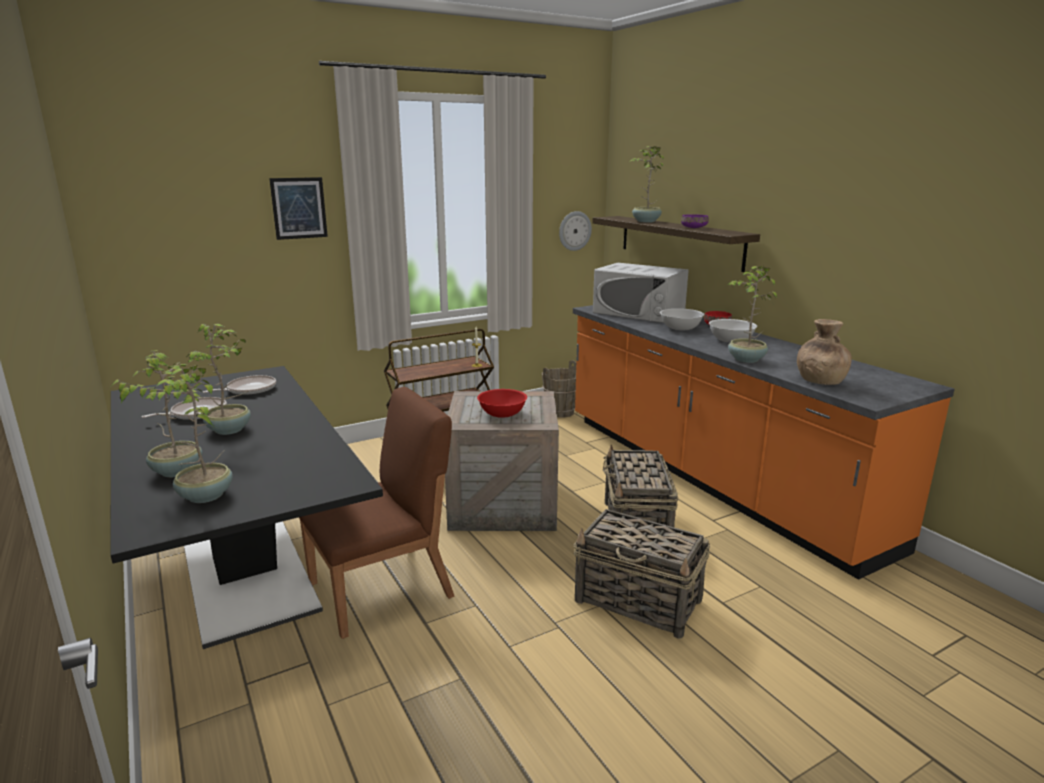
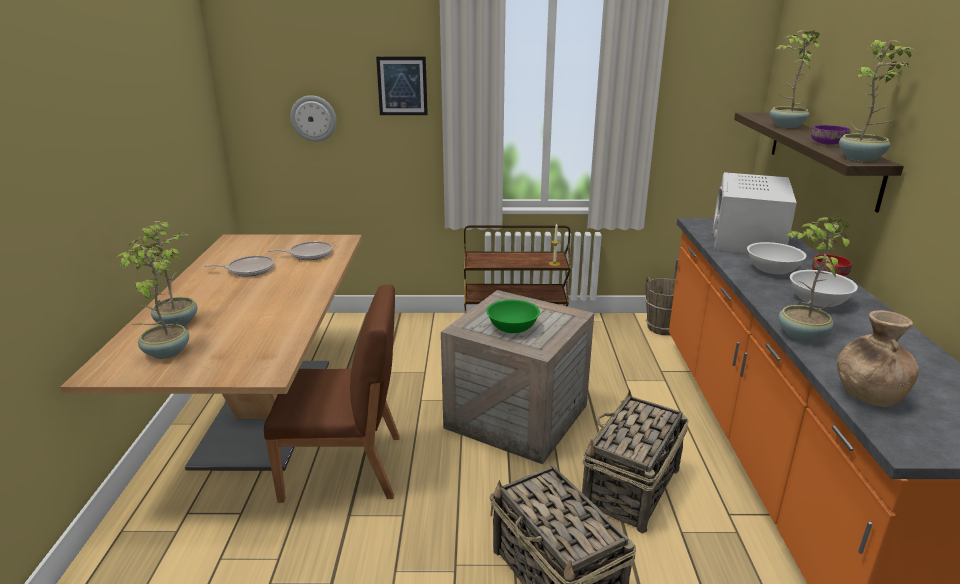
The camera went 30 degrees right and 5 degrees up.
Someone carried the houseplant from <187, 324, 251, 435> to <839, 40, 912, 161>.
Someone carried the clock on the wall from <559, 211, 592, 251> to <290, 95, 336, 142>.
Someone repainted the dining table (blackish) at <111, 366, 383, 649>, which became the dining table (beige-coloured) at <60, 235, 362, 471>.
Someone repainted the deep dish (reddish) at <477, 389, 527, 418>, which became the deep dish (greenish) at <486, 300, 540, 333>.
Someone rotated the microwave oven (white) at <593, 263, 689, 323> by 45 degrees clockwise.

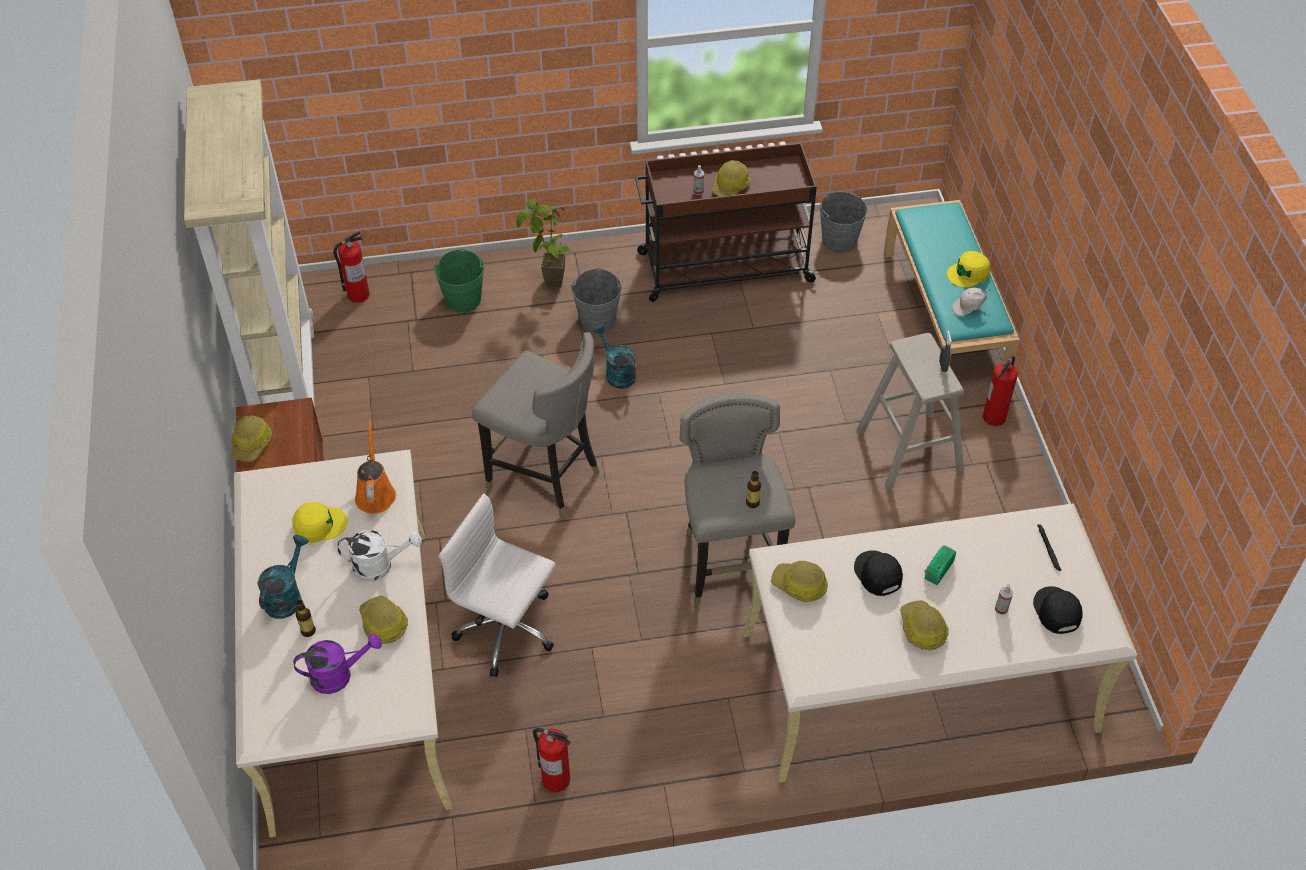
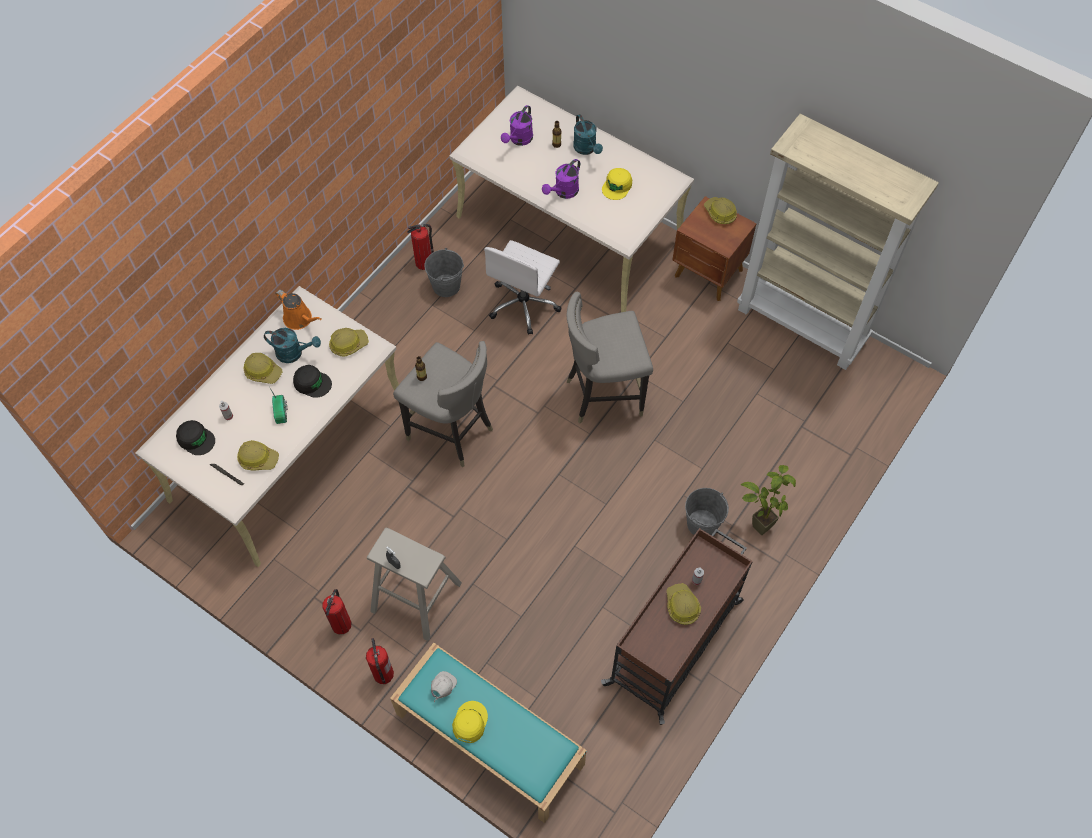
The camera went 135 degrees right and 10 degrees up.
Someone took away the water bucket (greenish) at <433, 249, 484, 313>.
Someone carried the fire extinguisher from <333, 231, 370, 303> to <322, 589, 351, 634>.
Someone carried the sprinkling can (orange) from <355, 419, 396, 514> to <275, 290, 322, 330>.
Someone carried the hard hat from <359, 595, 408, 644> to <237, 440, 279, 471>.
Someone carried the sprinkling can (turquoise-coloured) from <593, 324, 636, 389> to <264, 328, 321, 363>.
Someone carried the water bucket (greyish) from <820, 191, 868, 253> to <425, 248, 464, 297>.
Someone repainted the sprinkling can (white) at <337, 530, 422, 582>, which became the sprinkling can (purplish) at <542, 159, 580, 199>.
Someone rotated the office chair (white) at <439, 494, 556, 677> by 135 degrees clockwise.

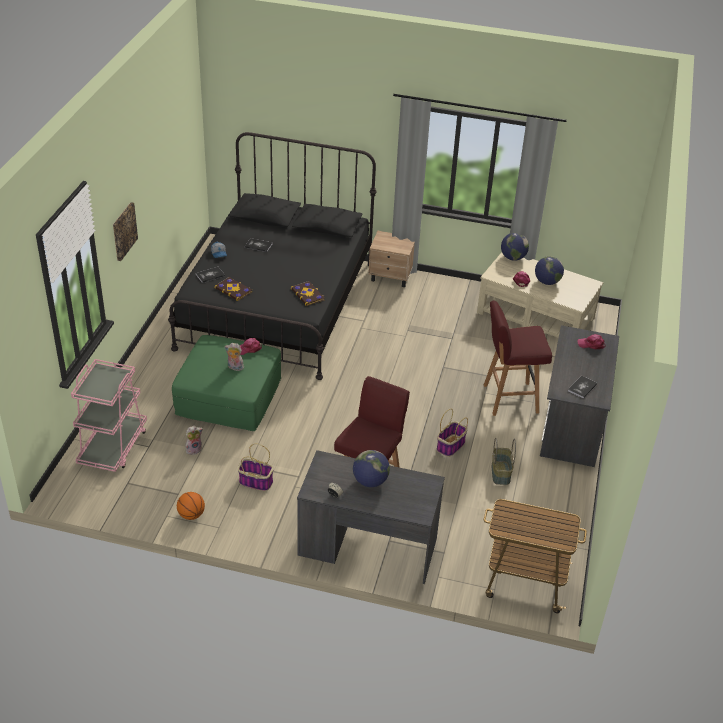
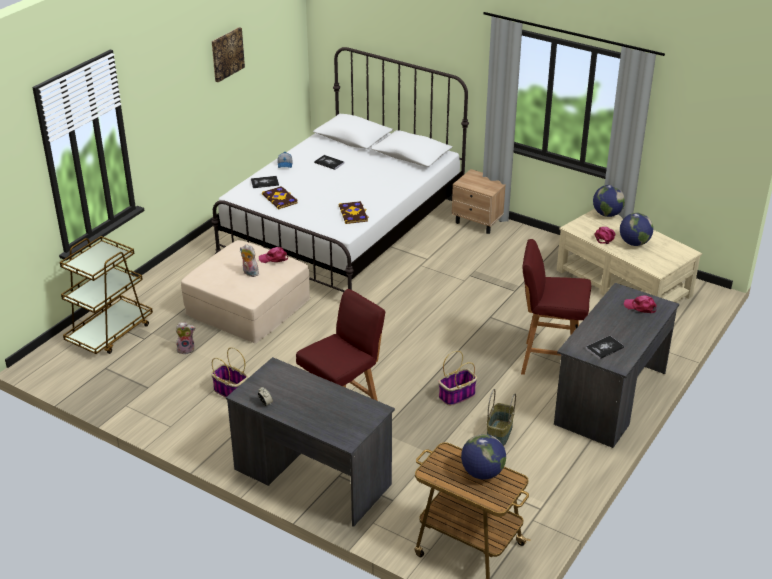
The camera went 20 degrees right and 5 degrees down.
Someone took away the basketball at <177, 492, 205, 520>.
Someone carried the wall picture from <113, 202, 138, 261> to <212, 27, 245, 82>.
Someone carried the globe from <353, 450, 390, 487> to <461, 434, 506, 480>.
Someone repainted the wheeled cart (pinkish) at <71, 359, 147, 472>, which became the wheeled cart (brown) at <60, 236, 153, 354>.
Someone repainted the bedroom bed (blackish) at <168, 132, 377, 380>, which became the bedroom bed (white) at <211, 47, 469, 292>.
Someone repainted the footrest (greenish) at <172, 335, 281, 431>, which became the footrest (beige-coloured) at <181, 240, 310, 343>.

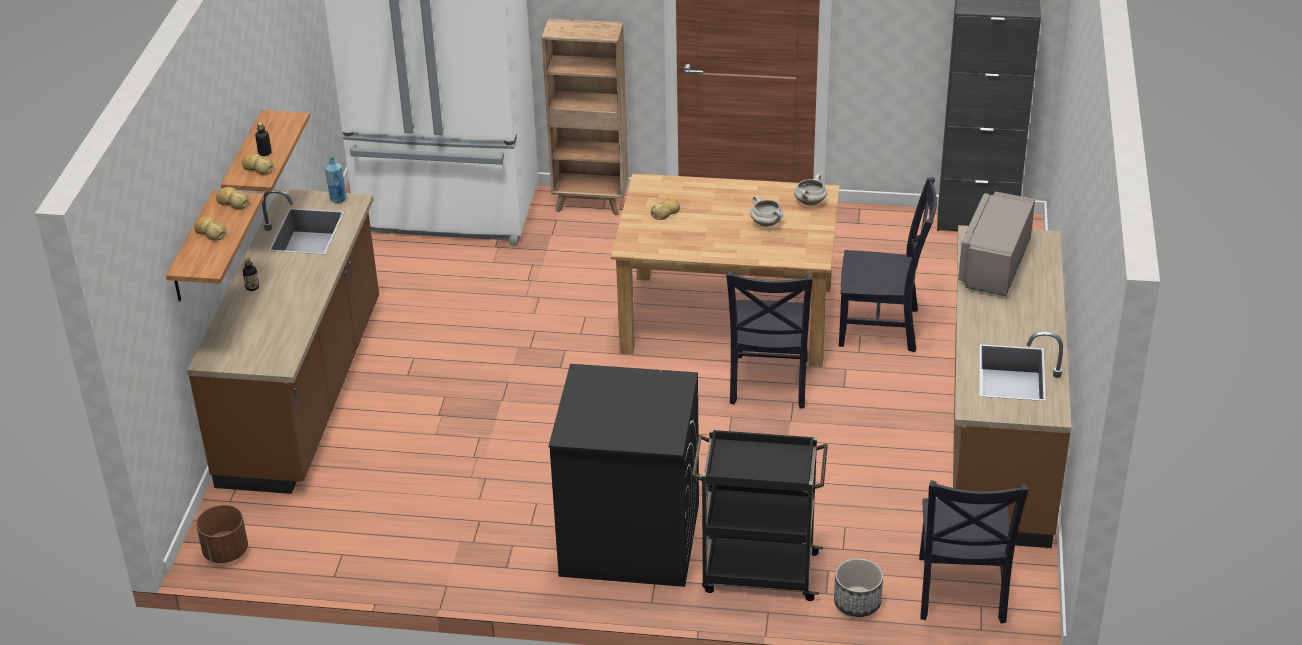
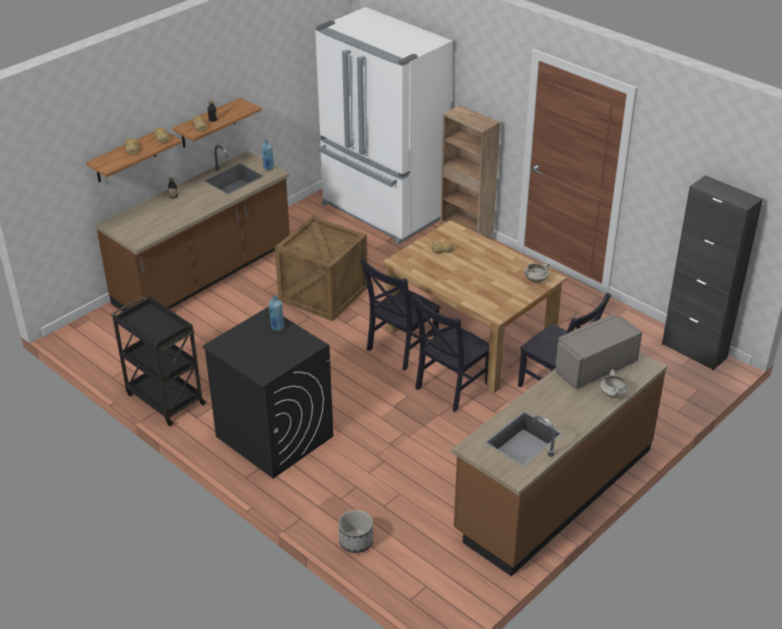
The camera went 35 degrees right and 0 degrees up.
Someone took away the plant pot (brown) at <196, 505, 248, 563>.
Someone put down the drink bottle (bluish) at <269, 296, 284, 331>.
Someone put down the shipping crate at <275, 216, 368, 321>.
Someone carried the wheeled cart (blackish) from <692, 429, 828, 601> to <111, 296, 206, 426>.
Someone carried the stockpot (white) from <750, 196, 783, 227> to <600, 370, 628, 398>.
Someone carried the chair (blackish) from <919, 480, 1029, 624> to <360, 258, 441, 371>.

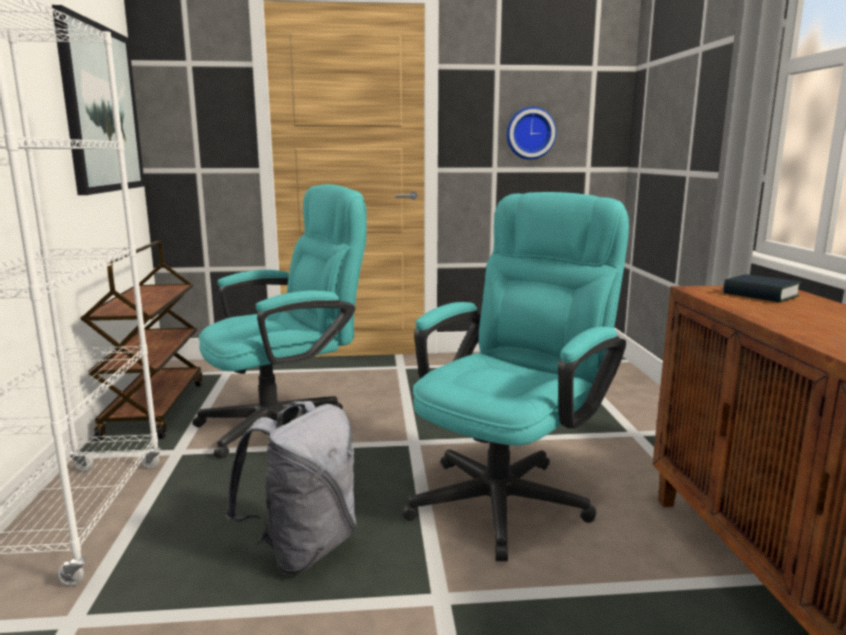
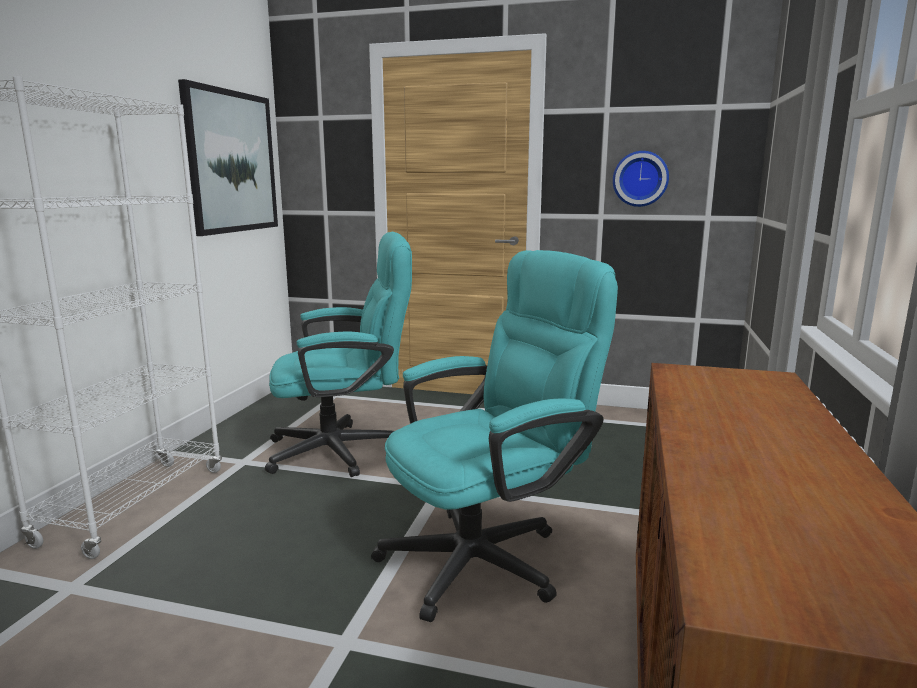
The camera went 20 degrees right and 0 degrees up.
Someone took away the wheeled cart (brown) at <80, 241, 202, 441>.
Someone took away the knapsack (greyish) at <225, 401, 357, 575>.
Someone took away the volume at <723, 274, 801, 303>.

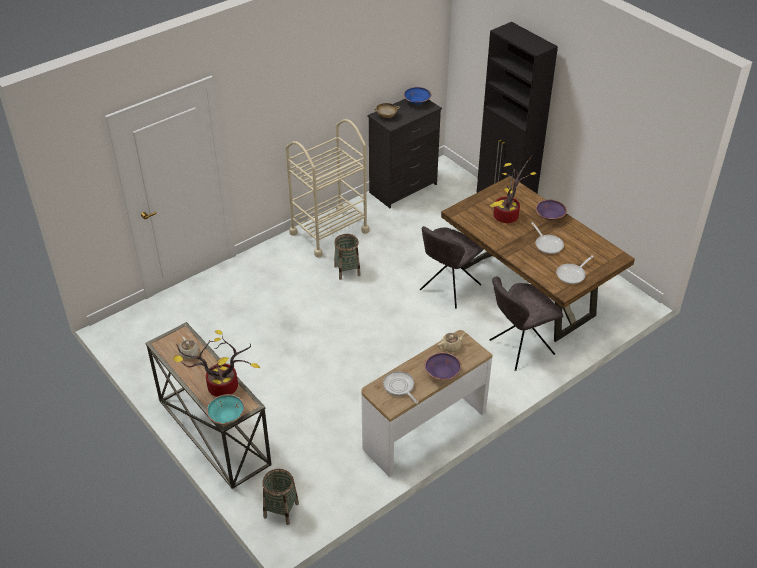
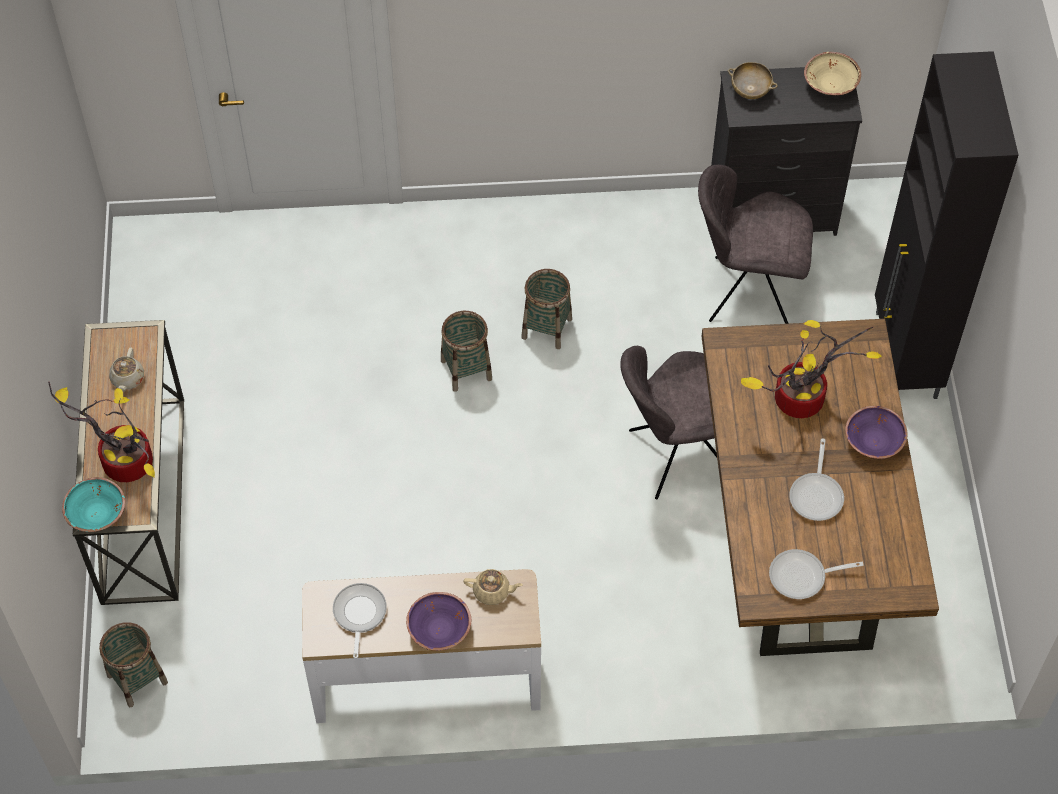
The camera went 35 degrees right and 15 degrees up.
Someone took away the wheeled cart (beige-coloured) at <286, 119, 370, 258>.
Someone put down the storage basket at <441, 311, 492, 392>.
Someone carried the chair (greyish) from <490, 276, 563, 371> to <698, 165, 813, 324>.
Someone repainted the deep dish (bluish) at <403, 87, 431, 105>, which became the deep dish (beige-coloured) at <804, 52, 861, 95>.

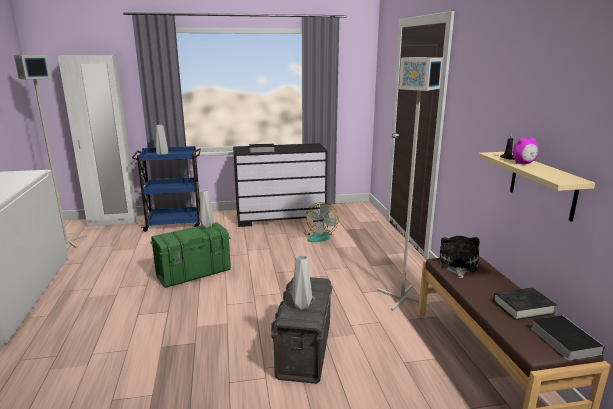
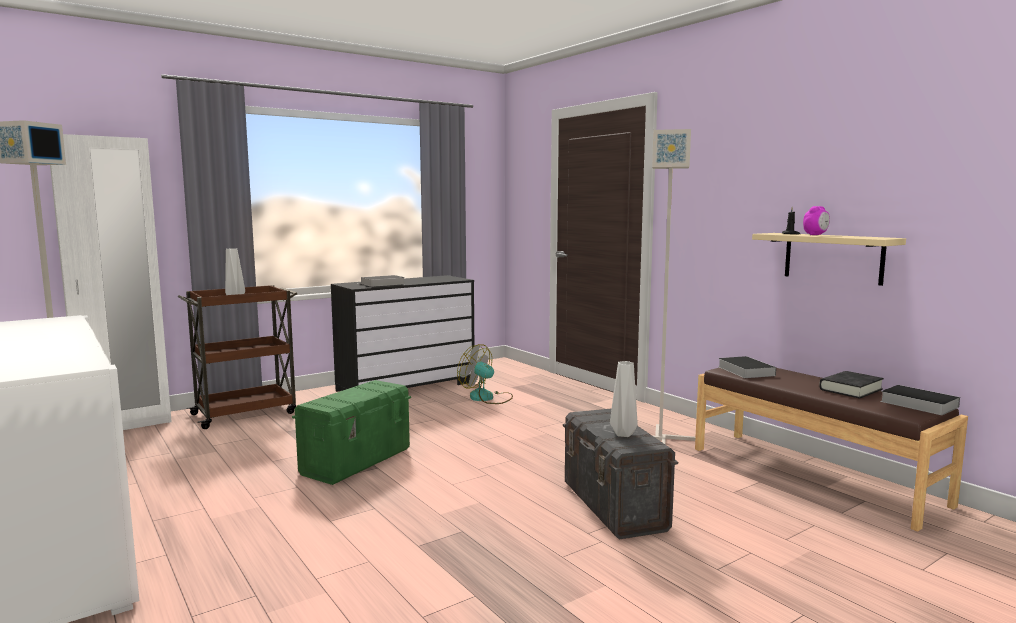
The camera went 25 degrees left and 10 degrees down.
Someone took away the flower vase (greyish) at <200, 190, 214, 228>.
Someone swapped the cuddly toy at <439, 236, 479, 278> for the volume at <718, 356, 776, 378>.
Someone repainted the wheeled cart (bluish) at <132, 146, 201, 232>, which became the wheeled cart (brown) at <178, 285, 297, 429>.
Someone rotated the electric fan at <304, 202, 339, 242> by 135 degrees clockwise.

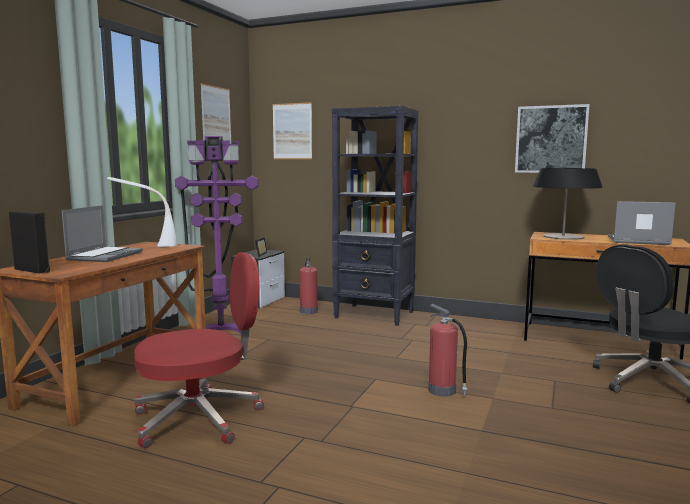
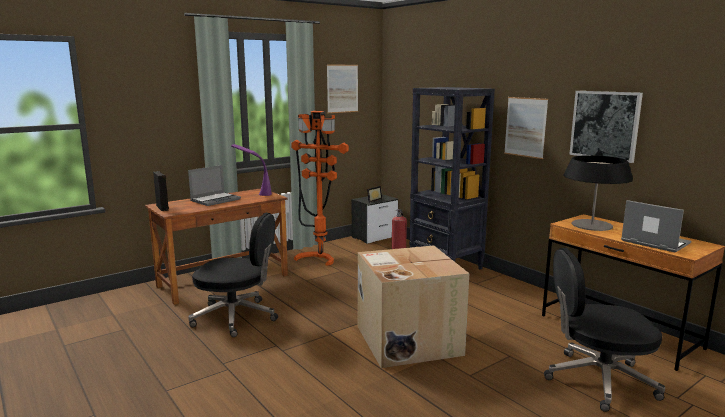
The camera went 30 degrees right and 5 degrees up.
Someone carried the wall picture from <272, 102, 312, 159> to <504, 97, 548, 159>.
Someone swapped the fire extinguisher at <428, 304, 467, 396> for the cardboard box at <358, 245, 469, 368>.
Someone repainted the table lamp (white) at <107, 177, 177, 247>, which became the table lamp (purplish) at <231, 144, 272, 196>.
Someone repainted the office chair (reddish) at <134, 252, 264, 448>, which became the office chair (blackish) at <188, 212, 278, 337>.
Someone repainted the standard lamp (purplish) at <175, 136, 259, 333>, which became the standard lamp (orange) at <291, 111, 349, 266>.

